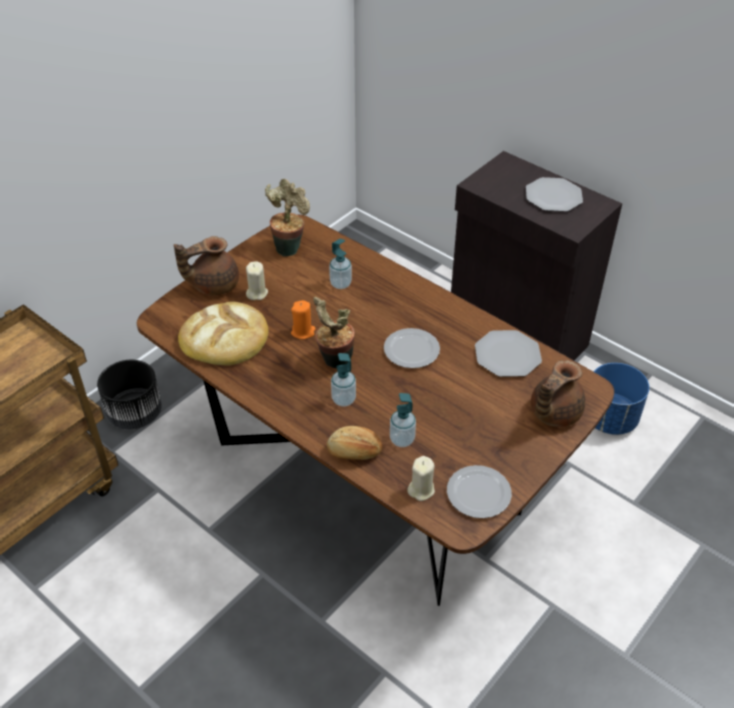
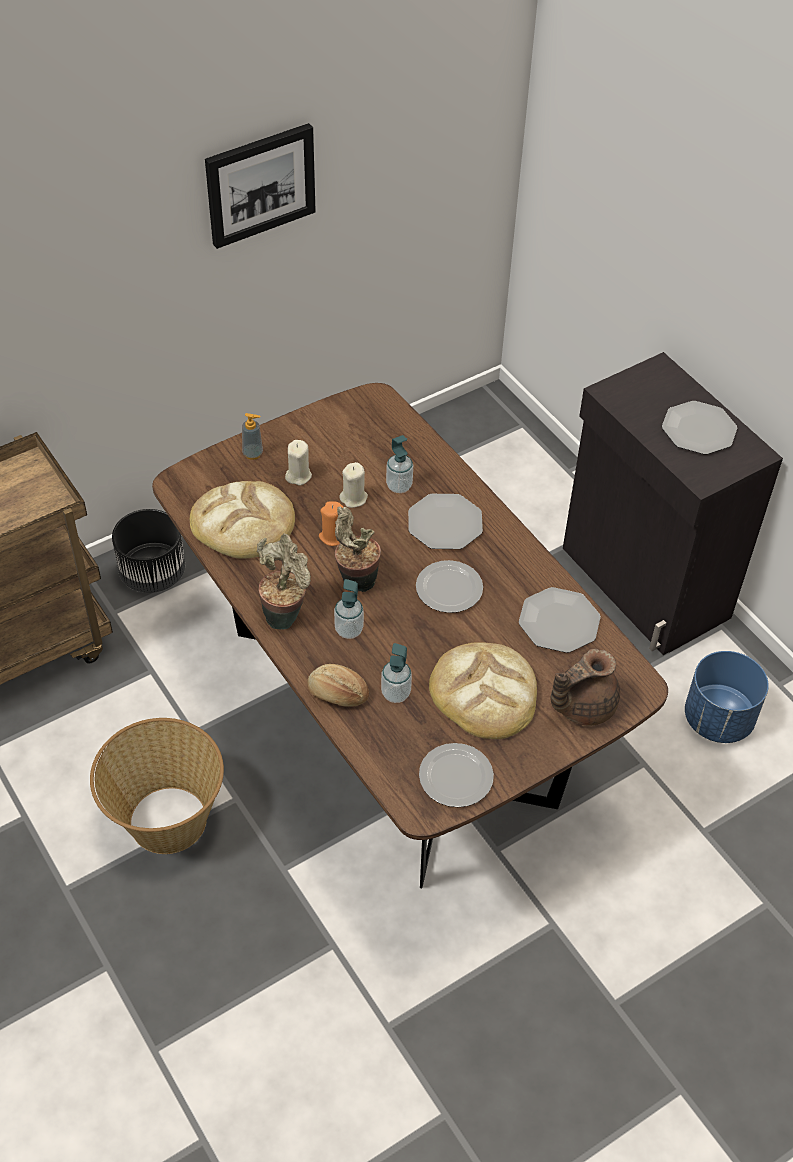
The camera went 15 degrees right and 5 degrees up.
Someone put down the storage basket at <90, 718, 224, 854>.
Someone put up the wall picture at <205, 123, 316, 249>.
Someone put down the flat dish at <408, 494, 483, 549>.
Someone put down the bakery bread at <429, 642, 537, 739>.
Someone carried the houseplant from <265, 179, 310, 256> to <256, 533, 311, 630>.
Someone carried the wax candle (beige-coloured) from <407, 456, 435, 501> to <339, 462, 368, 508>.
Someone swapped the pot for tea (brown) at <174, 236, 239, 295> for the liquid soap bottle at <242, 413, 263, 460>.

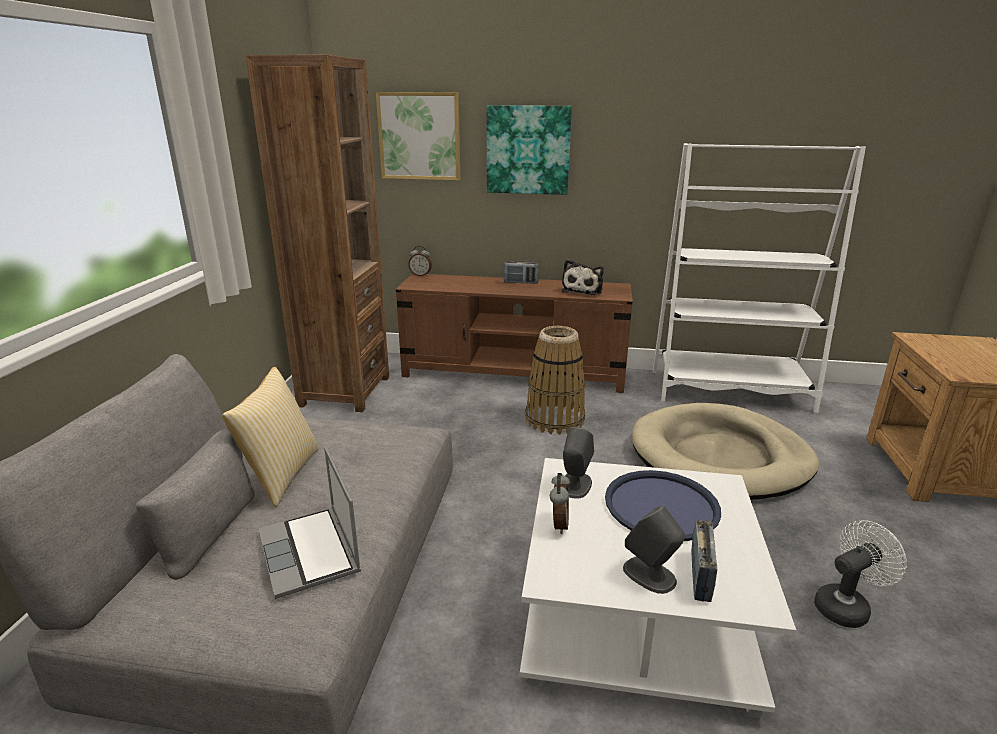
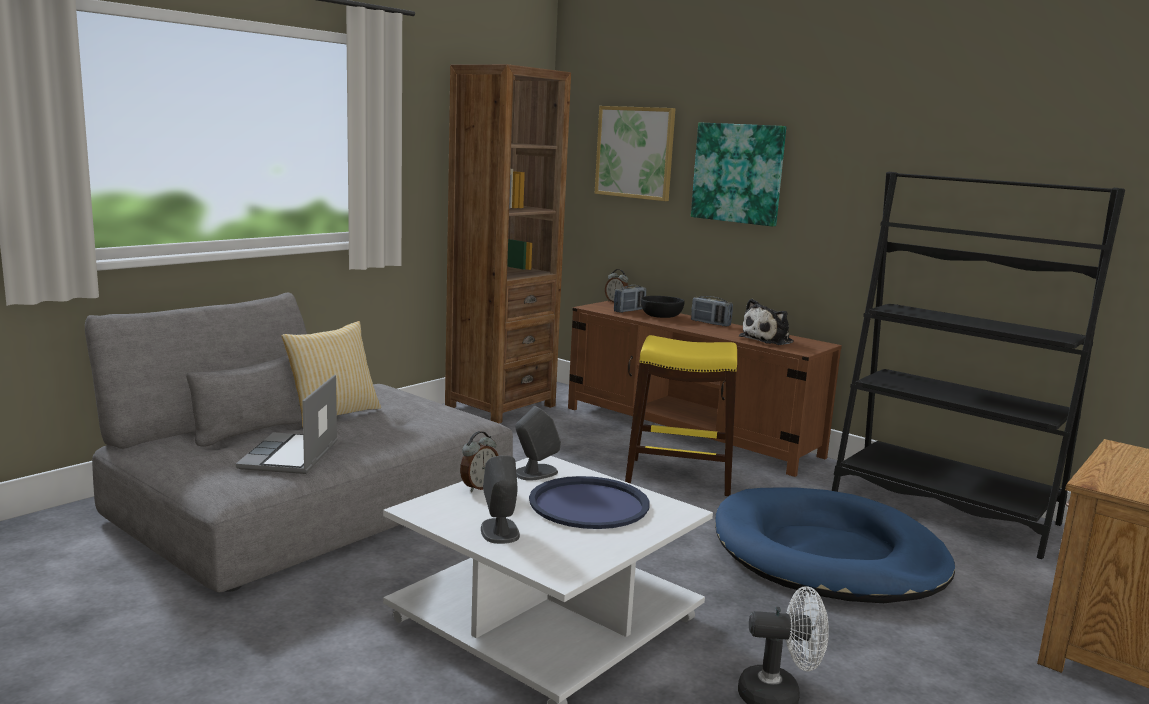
The camera went 30 degrees right and 10 degrees down.
Someone put down the deep dish (blackish) at <641, 296, 684, 318>.
Someone carried the radio from <692, 520, 717, 602> to <614, 285, 646, 313>.
Someone swapped the storage basket at <525, 326, 585, 435> for the stool (yellow) at <625, 335, 737, 496>.
Someone repainted the pet bed (beige-coloured) at <632, 403, 819, 500>, which became the pet bed (bluish) at <715, 487, 955, 603>.
Someone repainted the bookshelf (white) at <653, 143, 866, 413>, which became the bookshelf (blackish) at <832, 172, 1125, 559>.

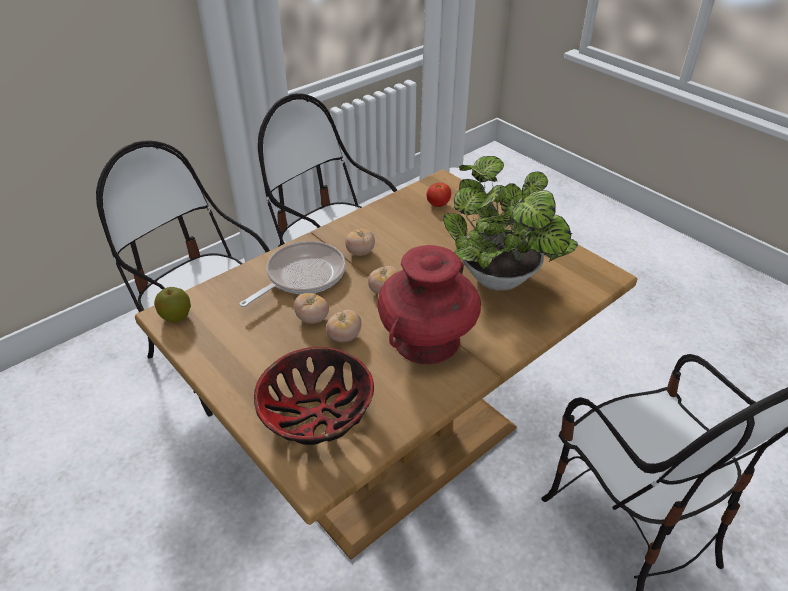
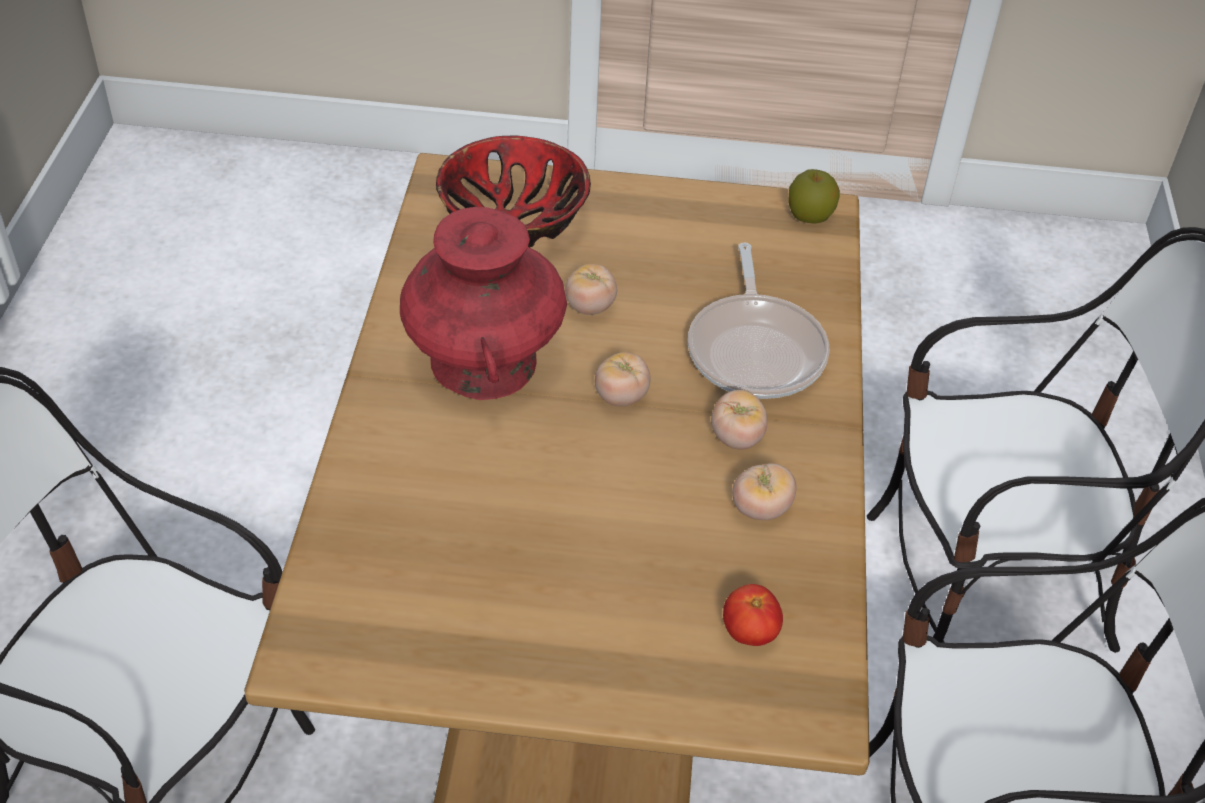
The camera went 135 degrees right and 5 degrees up.
Someone took away the houseplant at <443, 156, 578, 291>.
Someone carried the fresh tomato from <294, 293, 329, 324> to <732, 463, 797, 520>.

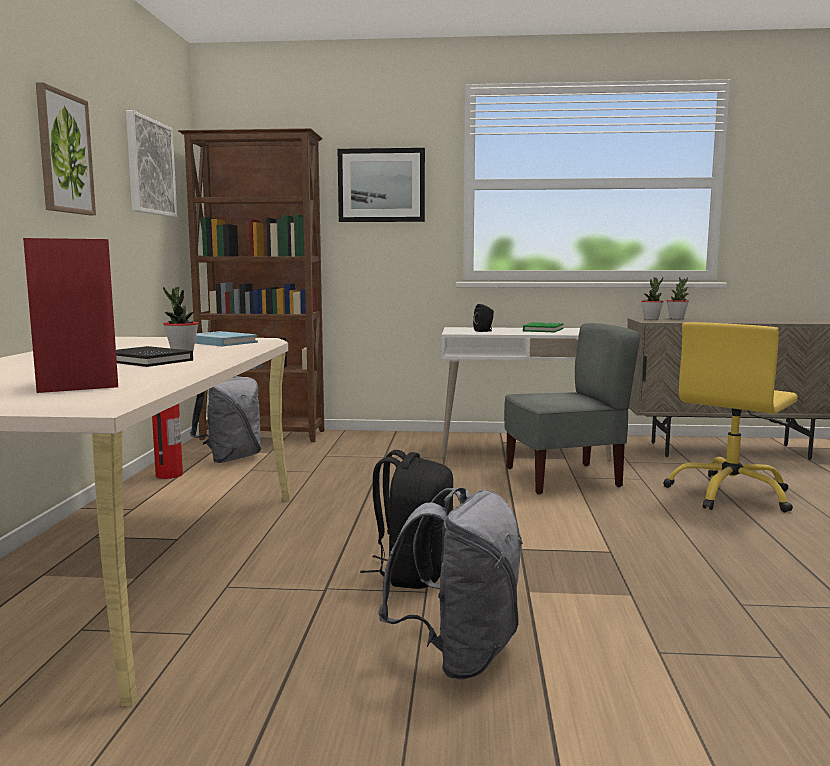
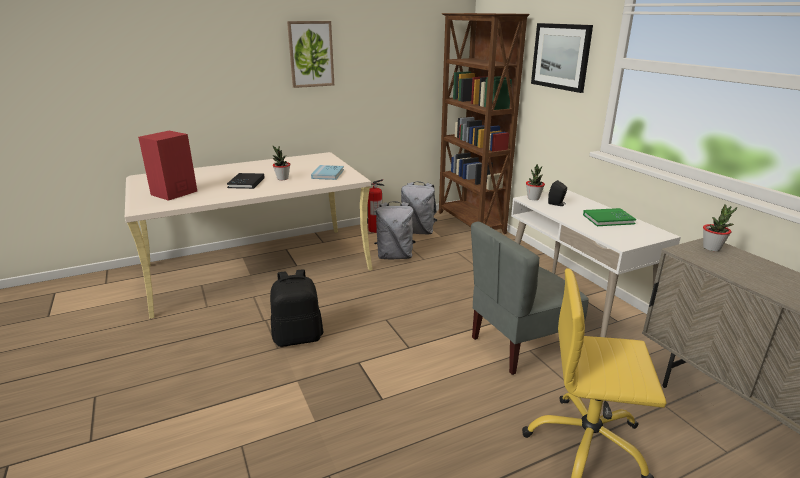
The camera went 60 degrees right and 15 degrees up.
Someone took away the wall picture at <126, 110, 177, 217>.
Someone carried the knapsack (greyish) from <378, 488, 523, 680> to <374, 201, 416, 259>.
Someone carried the houseplant from <666, 277, 689, 319> to <526, 164, 545, 200>.
Someone rotated the chair (greyish) at <504, 323, 641, 495> by 105 degrees clockwise.

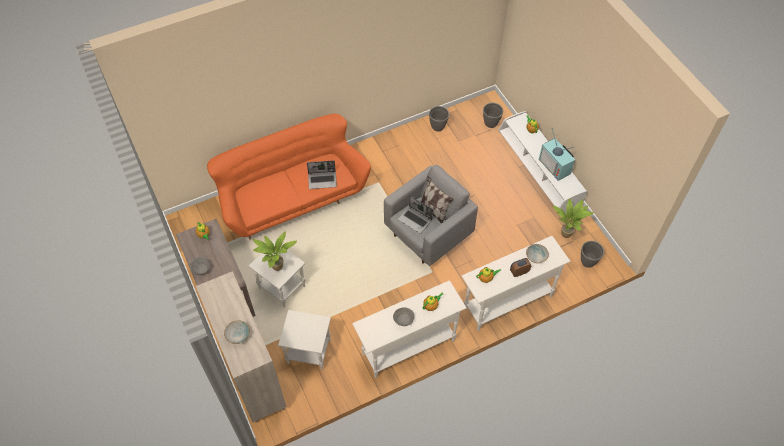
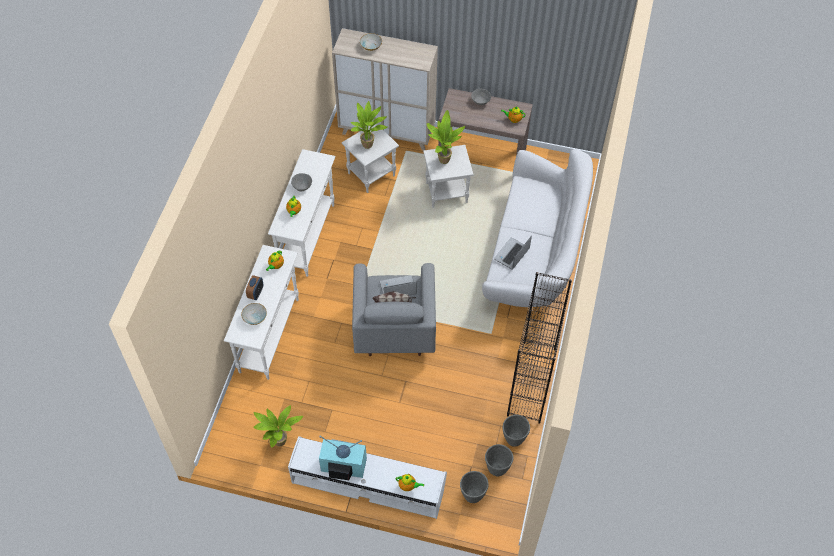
The camera went 130 degrees right and 0 degrees up.
Someone put down the houseplant at <351, 101, 387, 149>.
Someone put down the bookshelf (blackish) at <507, 272, 572, 424>.
Someone carried the plant pot (greyish) from <581, 241, 604, 268> to <485, 444, 514, 476>.
Someone repainted the settee (orange) at <207, 113, 371, 240>, which became the settee (white) at <482, 149, 593, 307>.

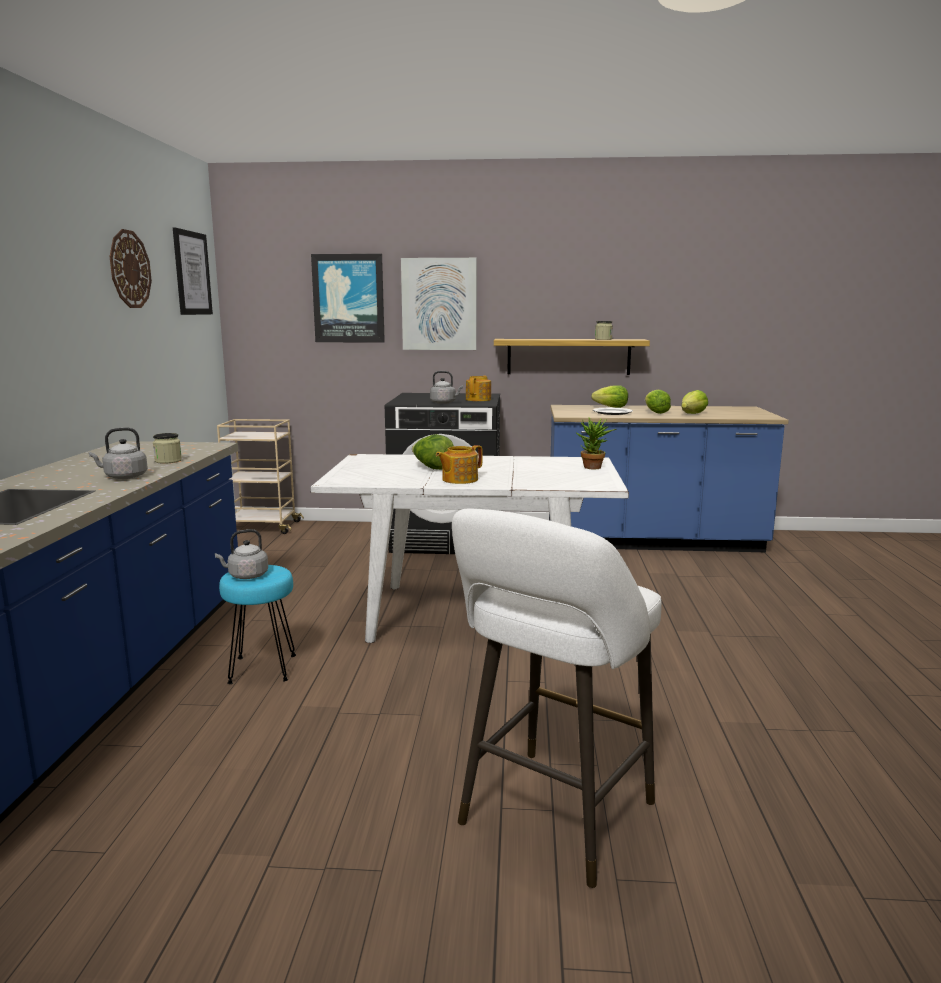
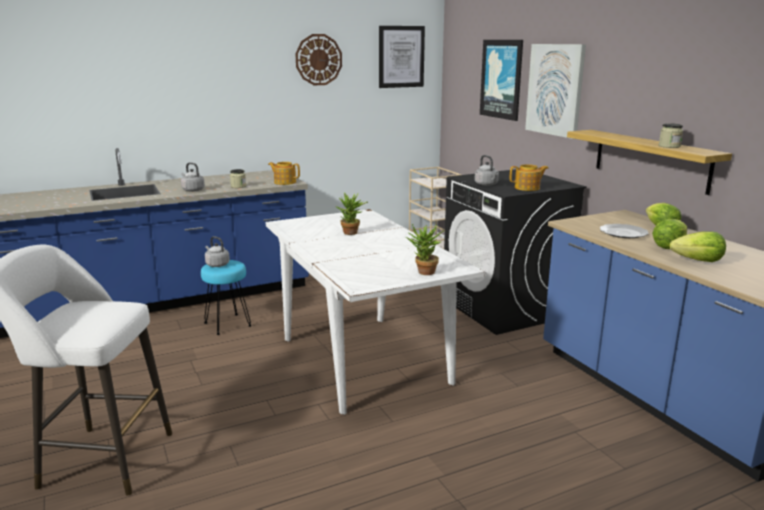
The camera went 60 degrees right and 5 degrees up.
Someone carried the pot for tea from <436, 445, 483, 484> to <268, 162, 300, 185>.
Someone swapped the head of lettuce at <412, 434, 454, 470> for the houseplant at <336, 192, 368, 235>.

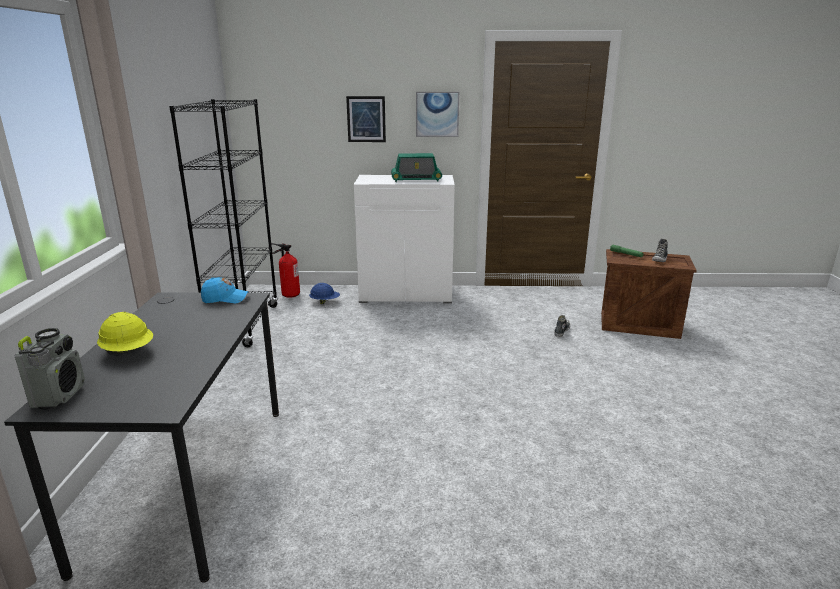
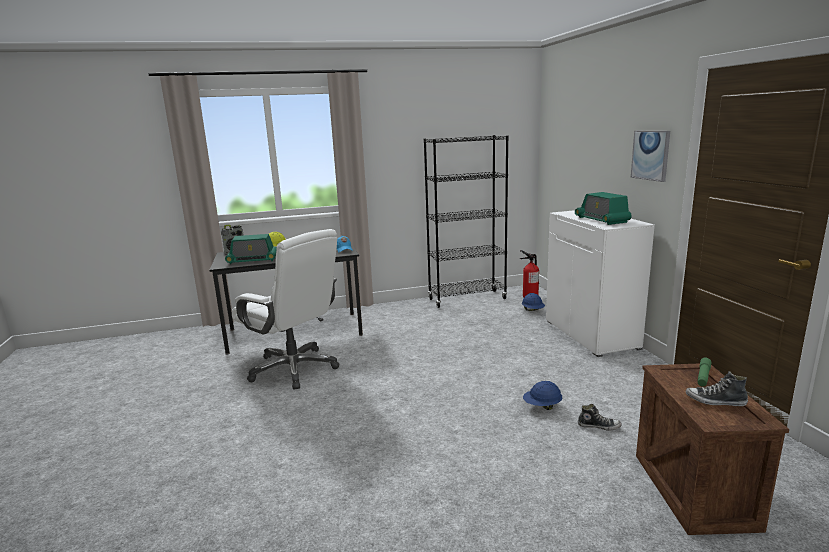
The camera went 75 degrees right and 5 degrees down.
Someone took away the wall picture at <346, 96, 386, 142>.
Someone put down the radio at <225, 234, 277, 264>.
Someone put down the office chair (white) at <232, 229, 339, 390>.
Someone put down the hard hat (bluish) at <523, 381, 562, 410>.

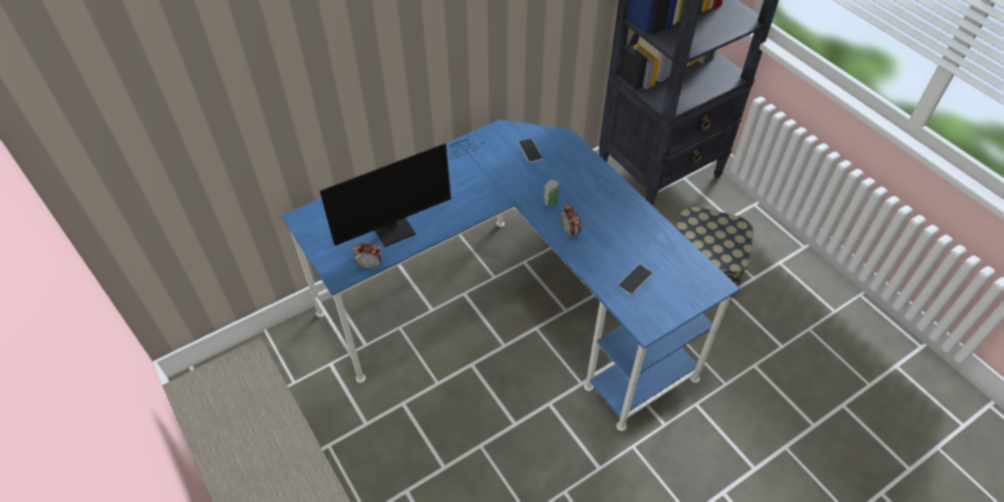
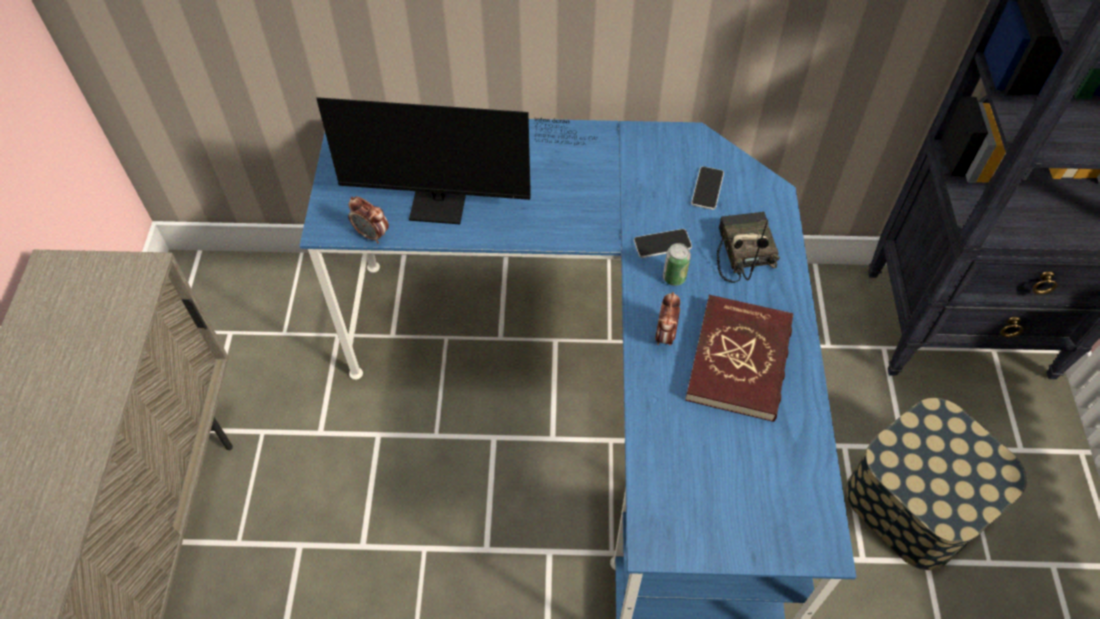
The camera went 35 degrees right and 5 degrees up.
Someone put down the volume (reddish) at <685, 295, 793, 422>.
Someone put down the radio at <717, 212, 780, 283>.
Someone carried the telephone from <618, 264, 653, 295> to <634, 229, 692, 258>.

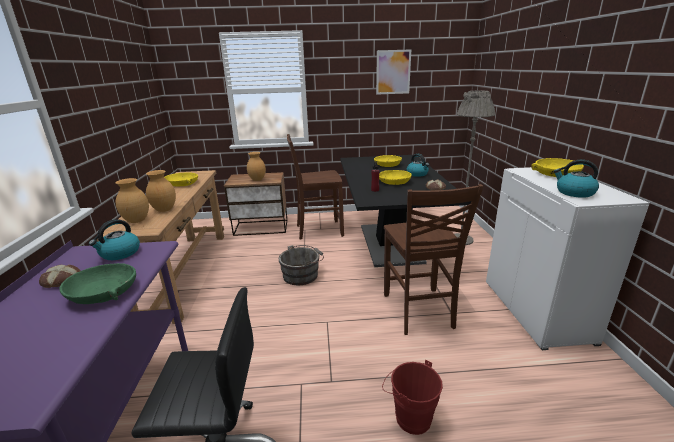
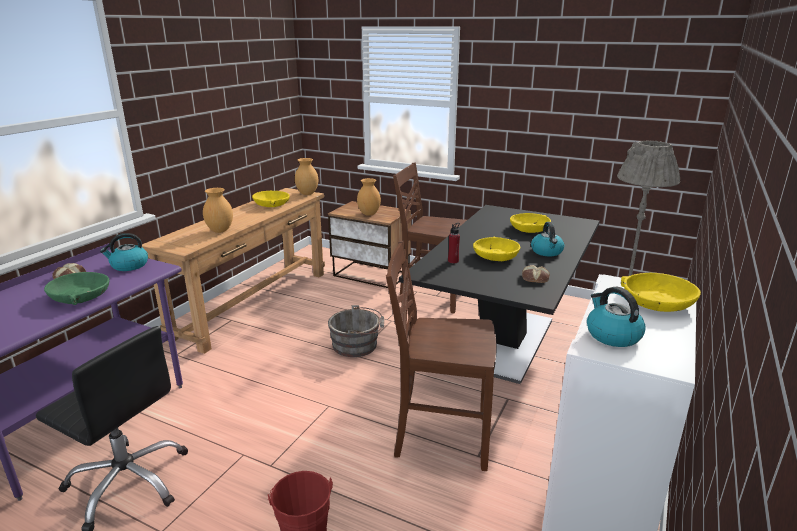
The camera went 30 degrees right and 0 degrees up.
Someone took away the wall picture at <376, 49, 411, 95>.
Someone carried the flower vase (brown) from <115, 178, 149, 223> to <295, 158, 318, 195>.
Someone rotated the chair (brown) at <384, 184, 484, 335> by 75 degrees clockwise.

